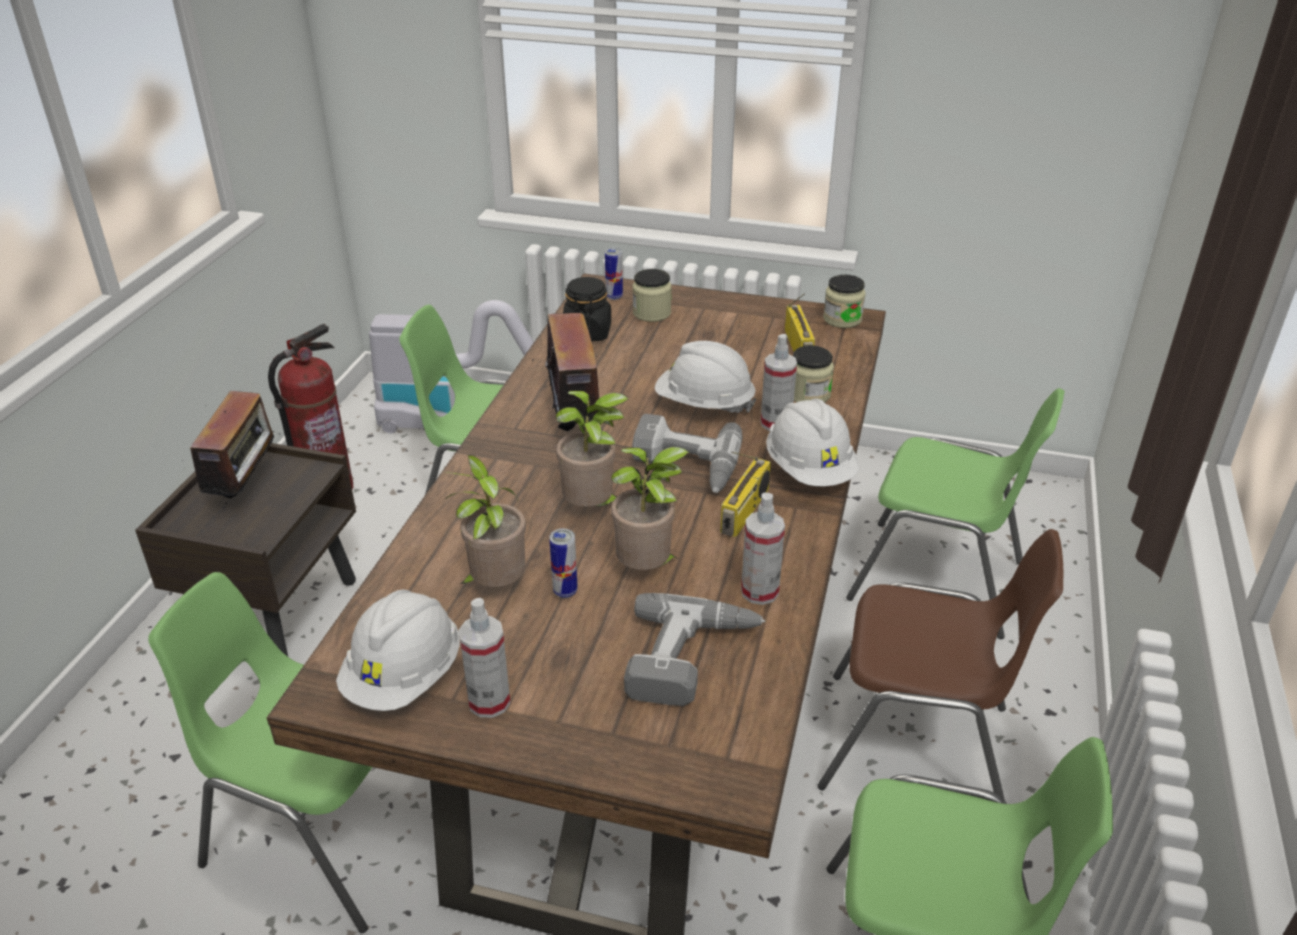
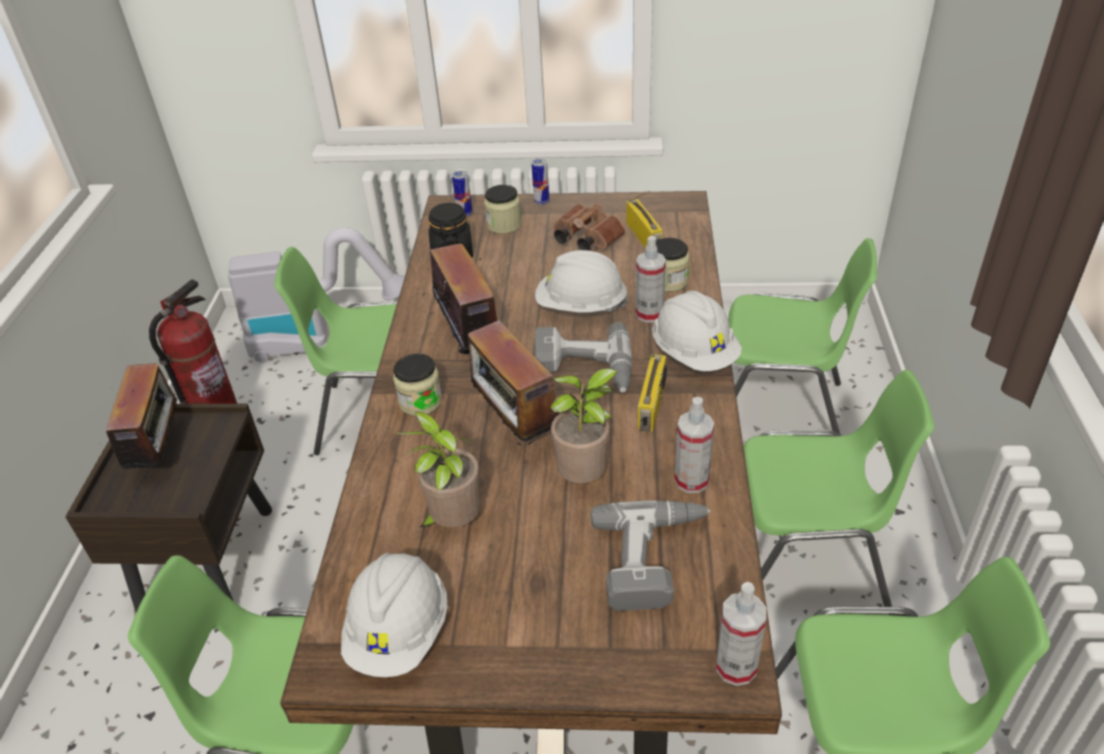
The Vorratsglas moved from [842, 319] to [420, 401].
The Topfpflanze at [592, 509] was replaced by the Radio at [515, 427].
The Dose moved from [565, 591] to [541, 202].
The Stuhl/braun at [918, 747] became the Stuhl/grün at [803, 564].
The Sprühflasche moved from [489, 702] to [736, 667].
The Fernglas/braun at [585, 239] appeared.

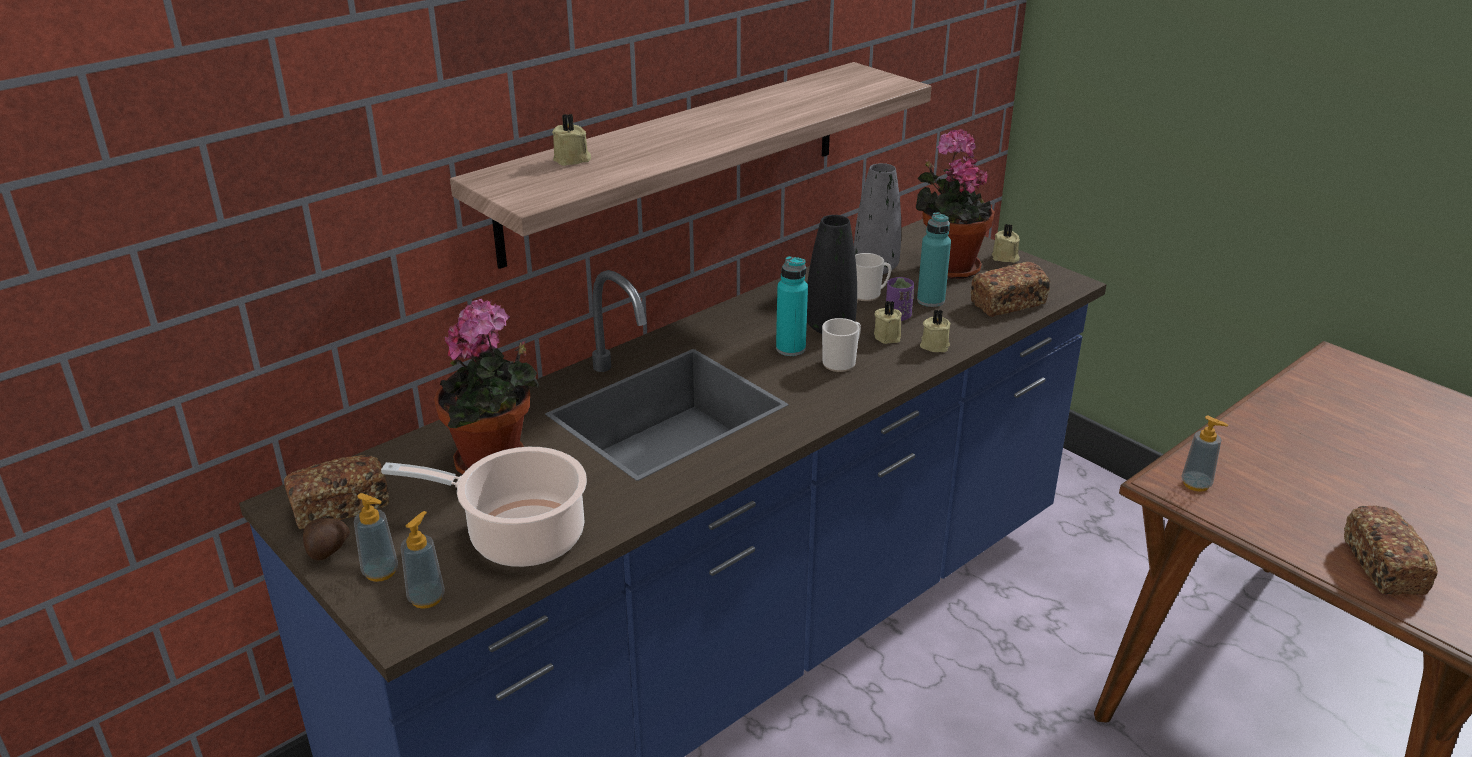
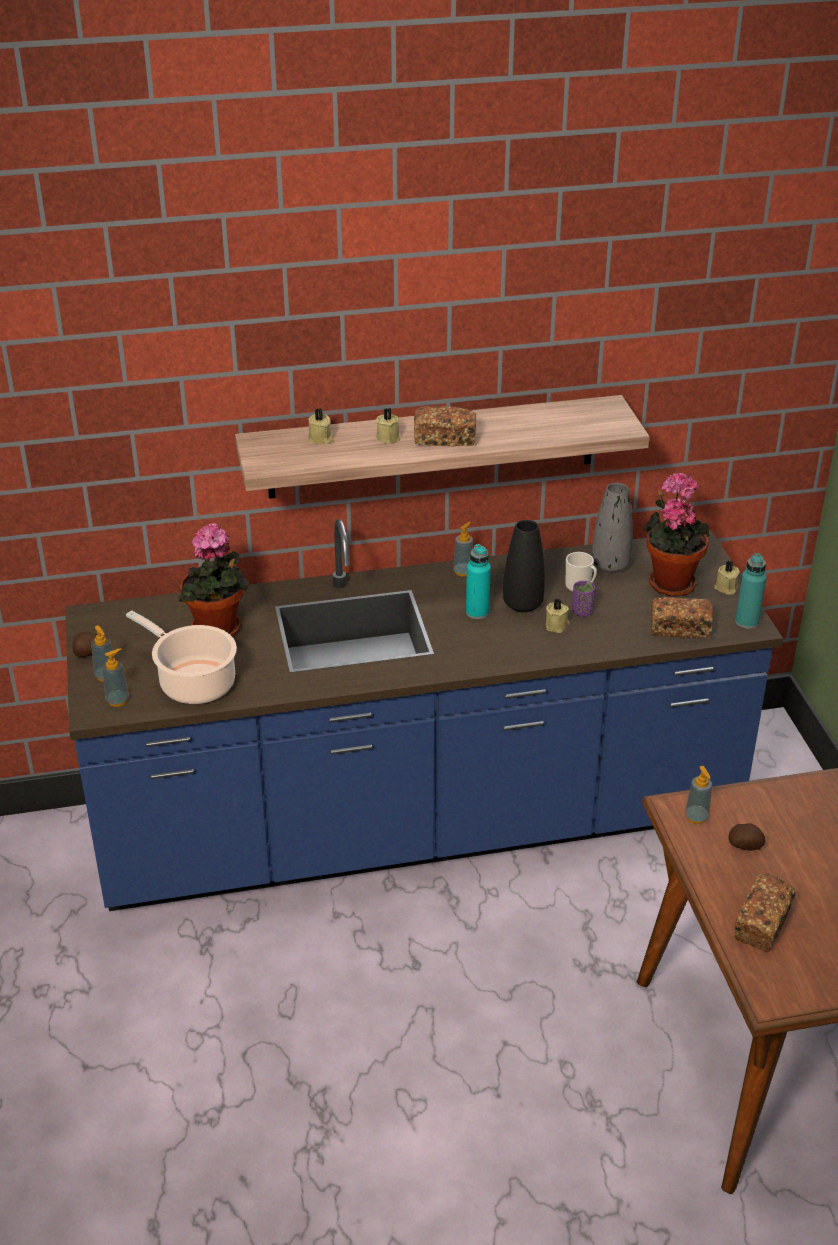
The Flasche/türkis moved from [930, 300] to [746, 622].
The Kerze/beige moved from [934, 345] to [388, 437].
The Henkelbecher at [842, 362] disappeared.
The Brot moved from [340, 506] to [445, 438].
The Seifenspender at [463, 571] appeared.
The Kartoffel at [745, 846] appeared.

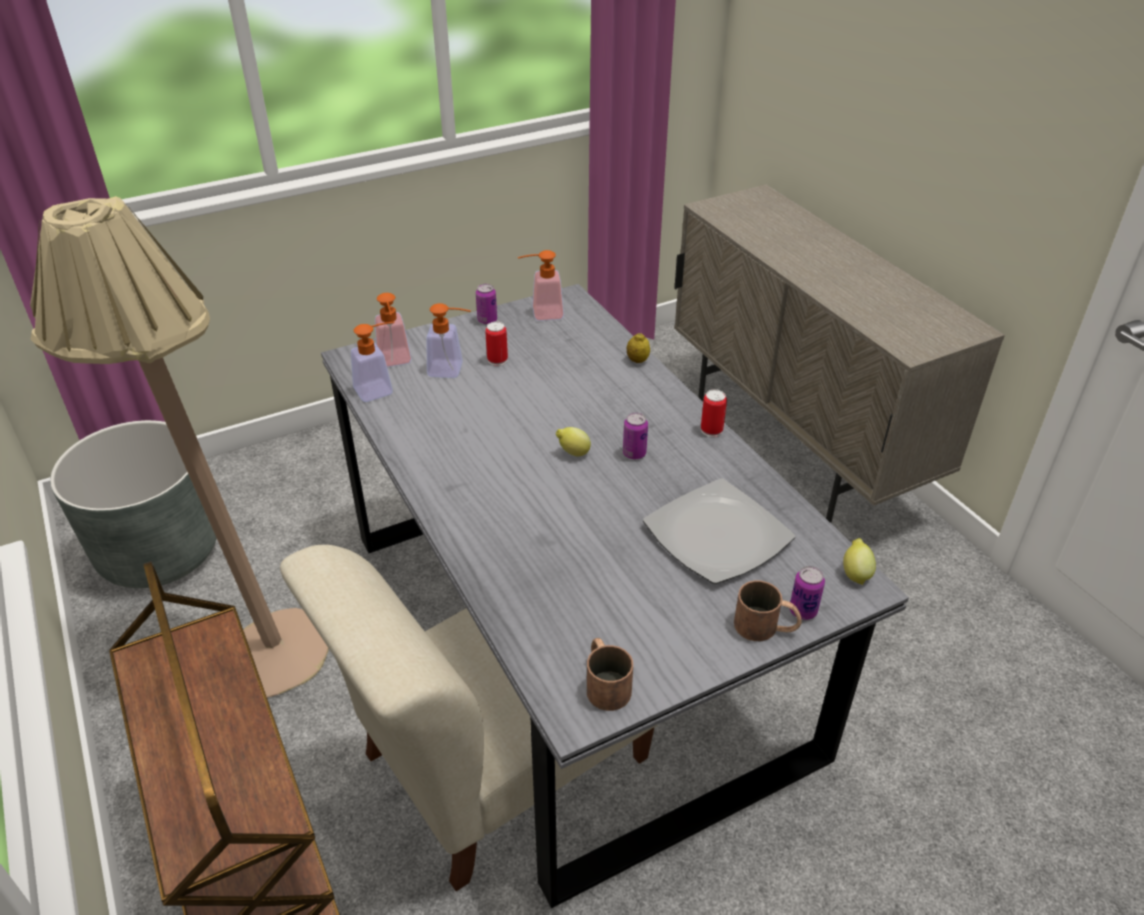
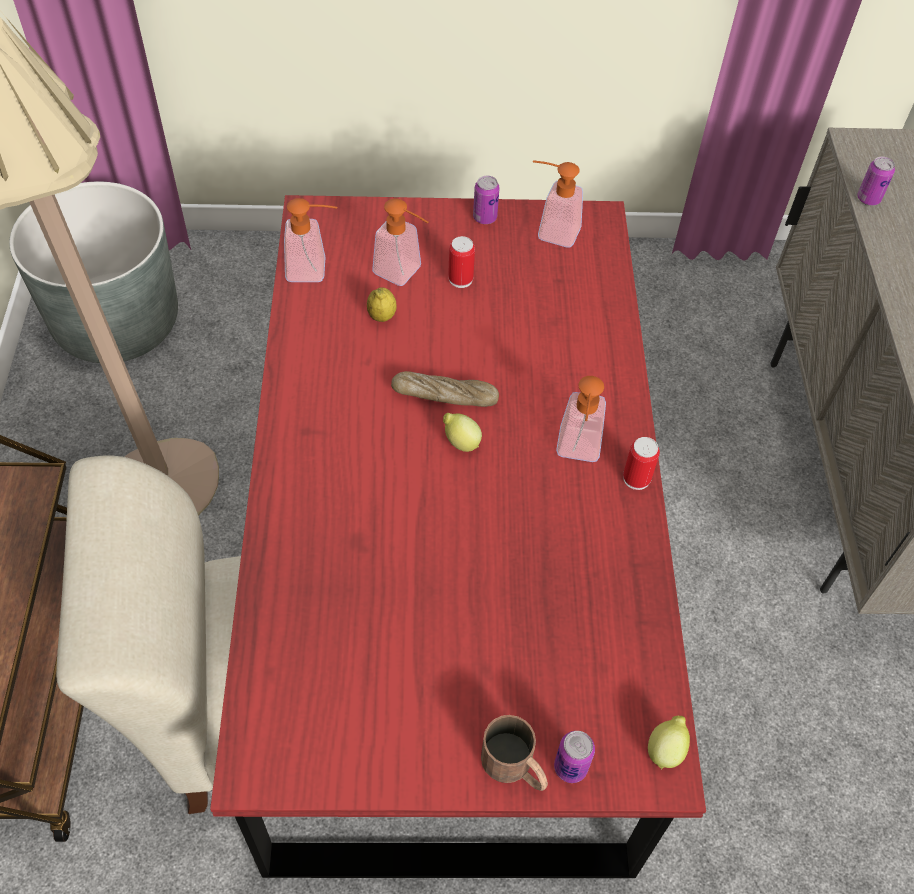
The Esstisch/grau at [569, 639] became the Esstisch/rot at [445, 601].
The Seifenspender moved from [395, 362] to [577, 452].
The Zitrone moved from [637, 360] to [382, 316].
The Dose moved from [634, 453] to [868, 199].
The Teller at [717, 534] disappeared.
The Henkelbecher/braun at [604, 682] disappeared.
The Brot at [444, 395] appeared.

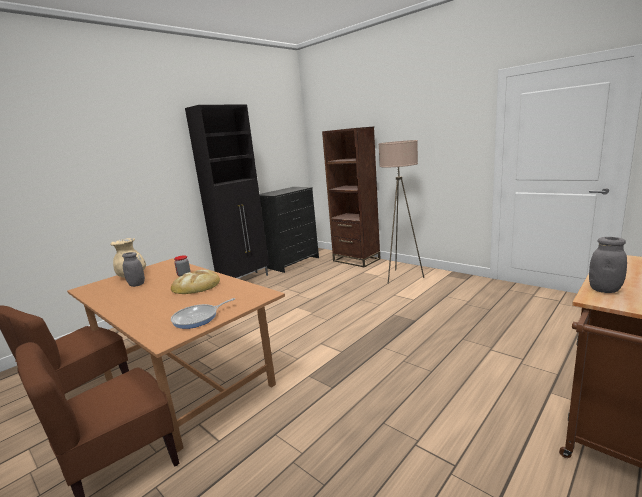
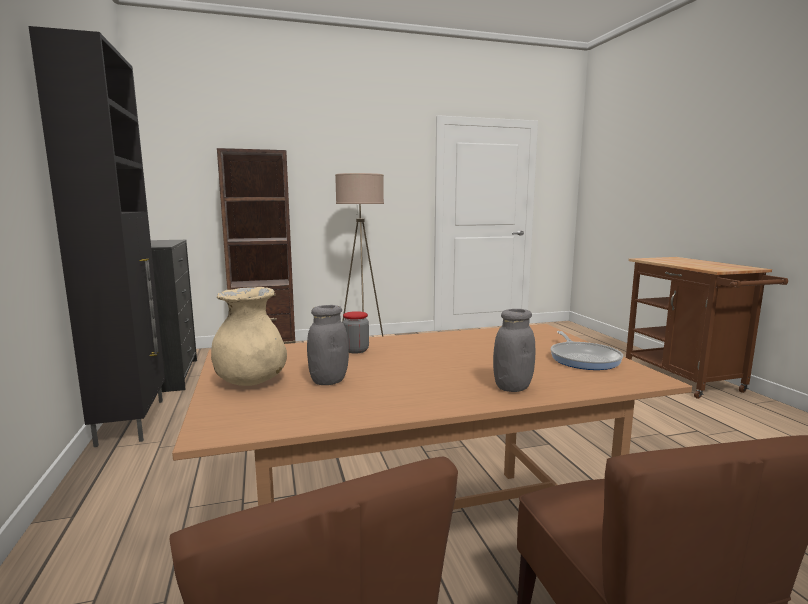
The Vorratsglas/grau moved from [604, 289] to [512, 387].
The Brot at [196, 286] disappeared.

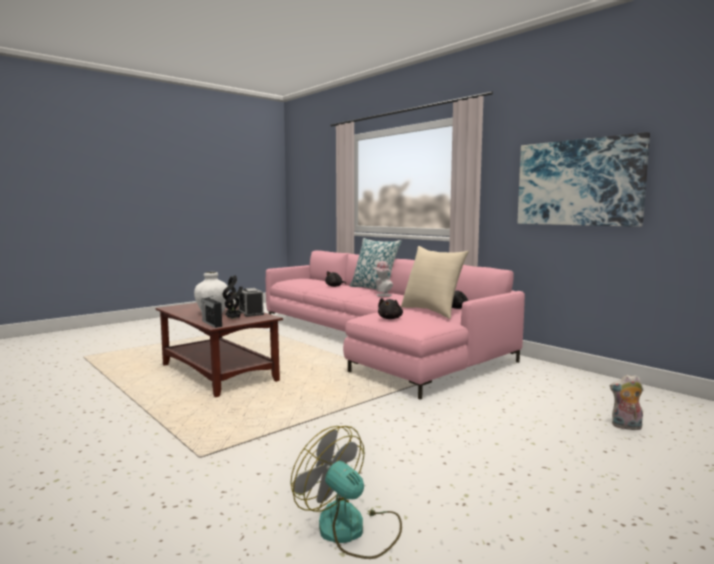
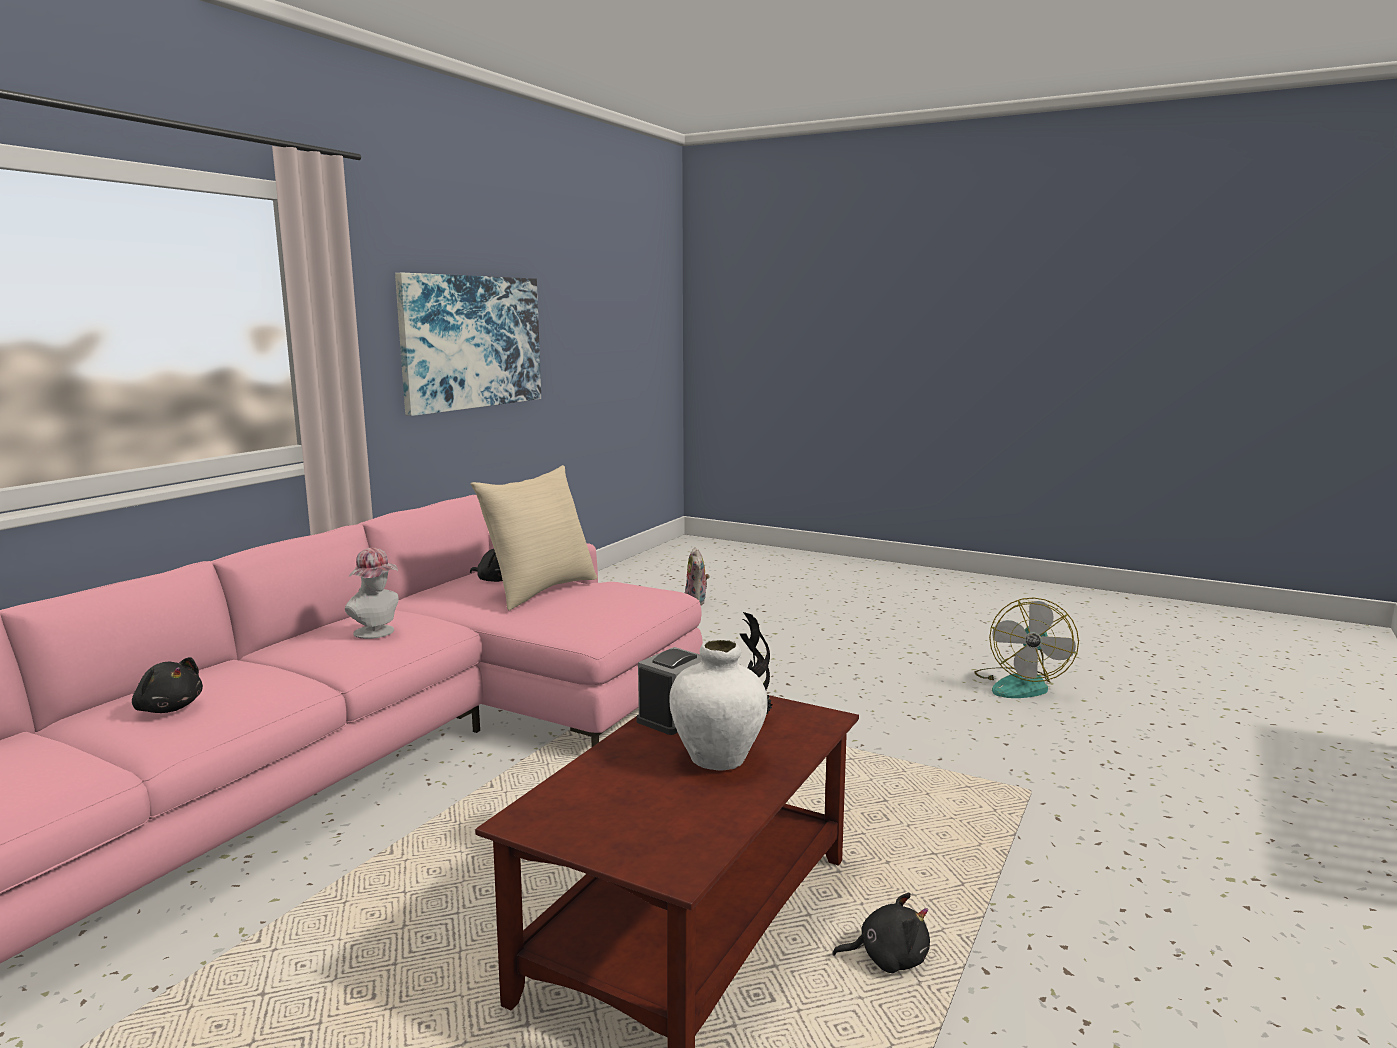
The Kissen at [374, 289] disappeared.
The Radio at [212, 323] disappeared.
The Plüschtier/schwarz moved from [390, 318] to [887, 958].

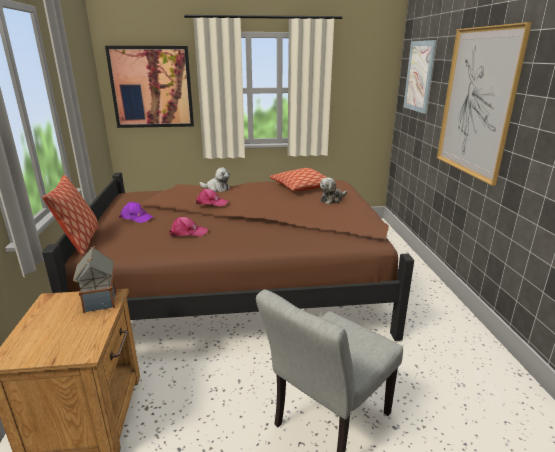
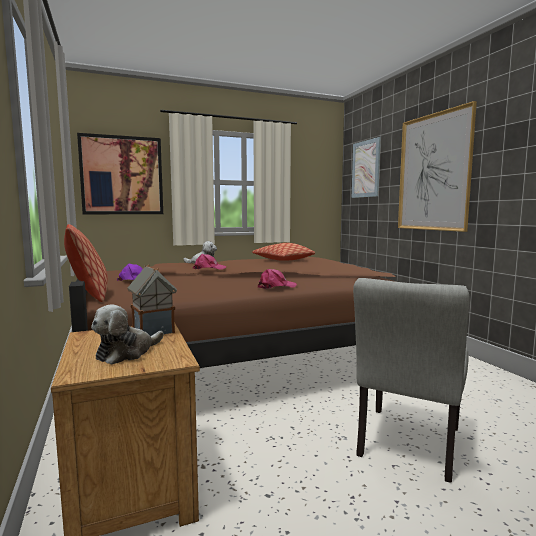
The Plüschtier moved from [332, 199] to [127, 353].
The Kappe/rosa moved from [188, 233] to [276, 286].

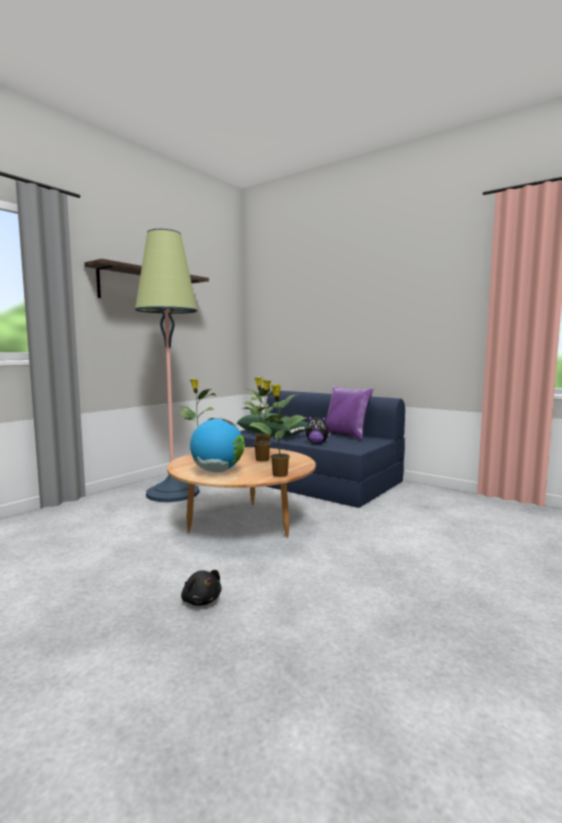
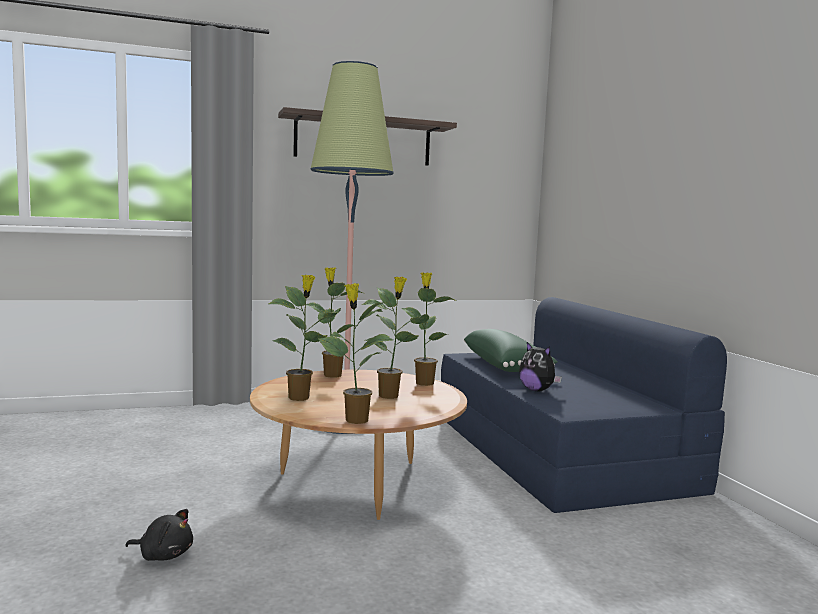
The Kissen/lila at [346, 436] disappeared.
The Globus at [217, 471] was replaced by the Topfpflanze at [300, 398].
The Plüschtier/schwarz at [201, 600] turned 75 degrees counterclockwise.

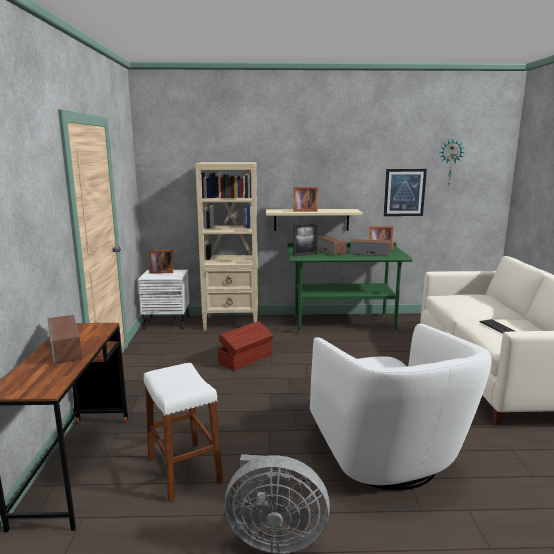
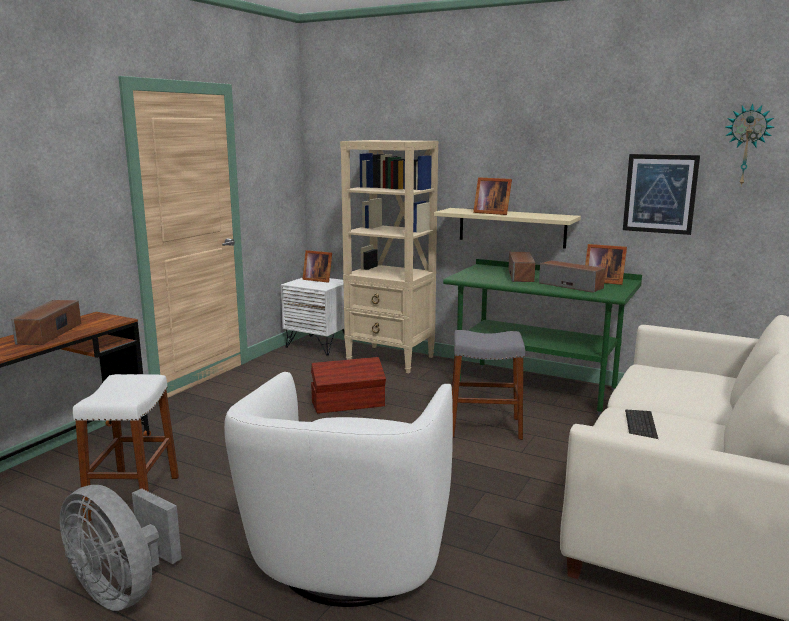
The Bilderrahmen at [305, 255] disappeared.
The Hocker/grau at [484, 427] appeared.

